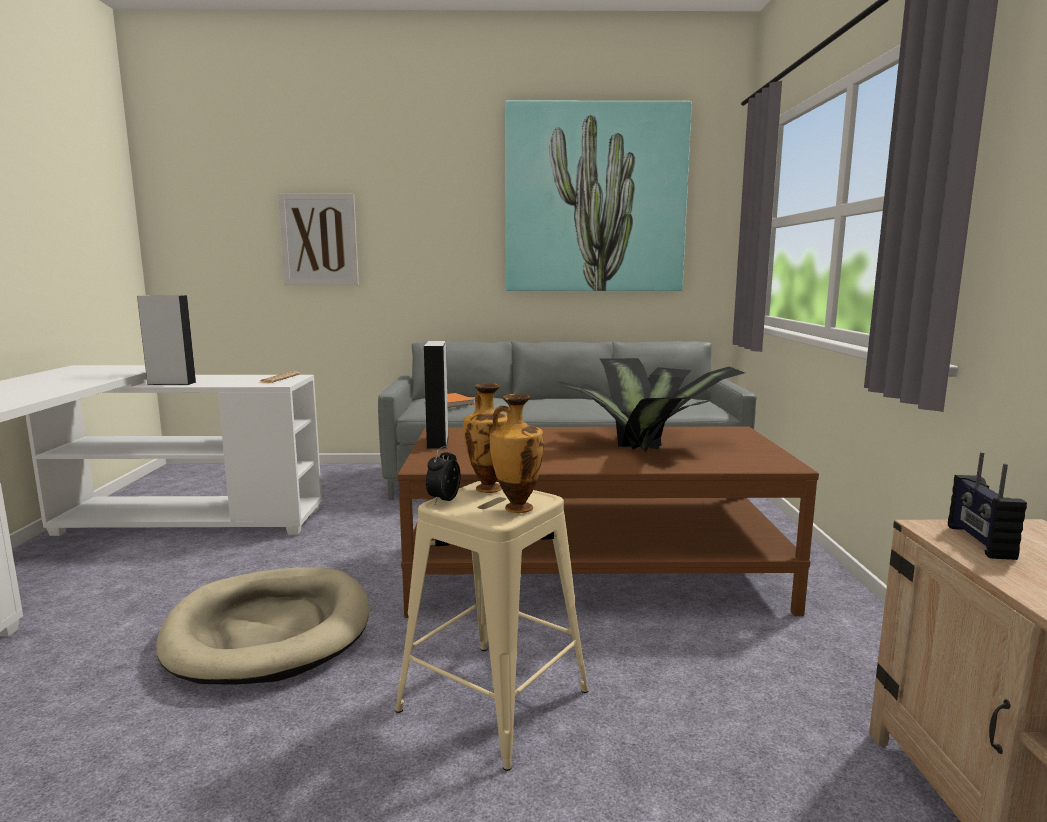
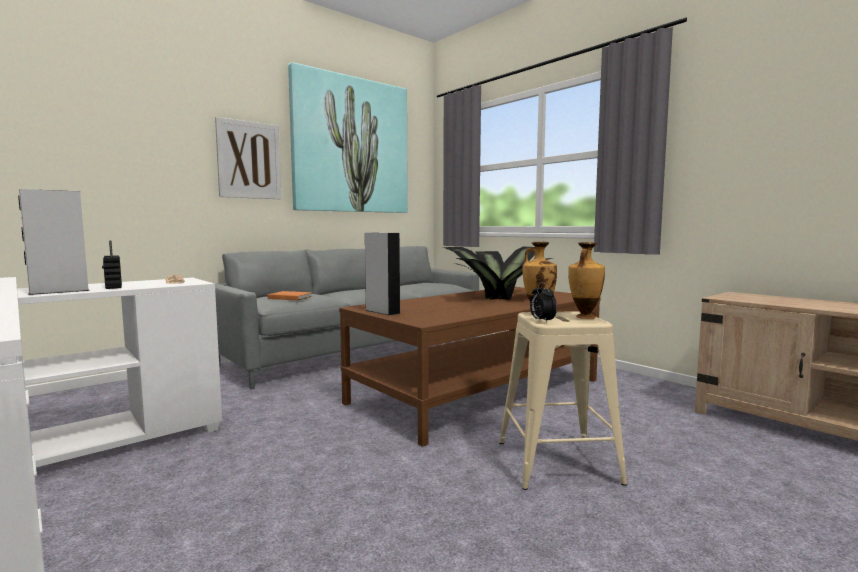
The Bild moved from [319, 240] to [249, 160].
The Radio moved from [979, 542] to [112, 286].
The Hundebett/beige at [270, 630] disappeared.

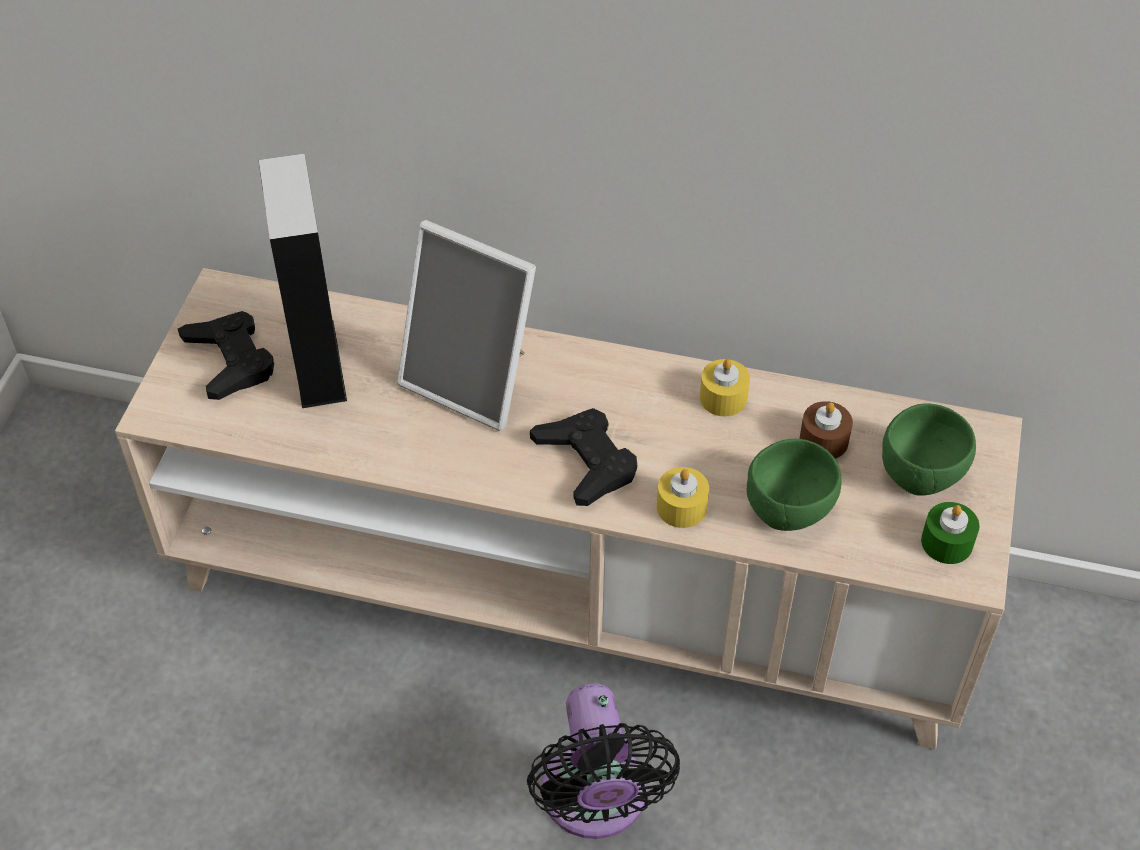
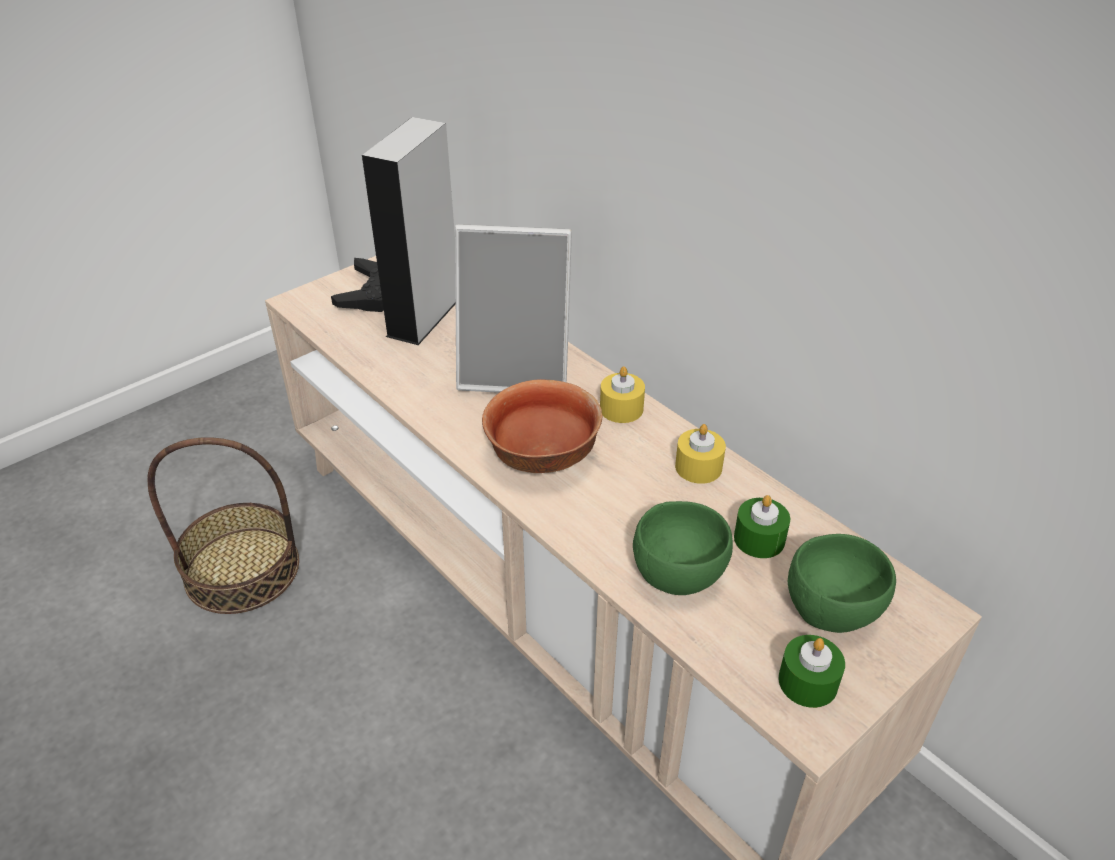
The Bilderrahmen at [474, 380] turned 60 degrees counterclockwise.
The Kerze/braun at [823, 440] became the Kerze/grün at [759, 539].
The Gamepad/schwarz at [586, 462] was replaced by the Schüssel at [543, 459].
The Kerze/gelb moved from [681, 507] to [621, 408].
The Ventilator/schwarz at [596, 802] disappeared.
The Korb at [242, 569] appeared.

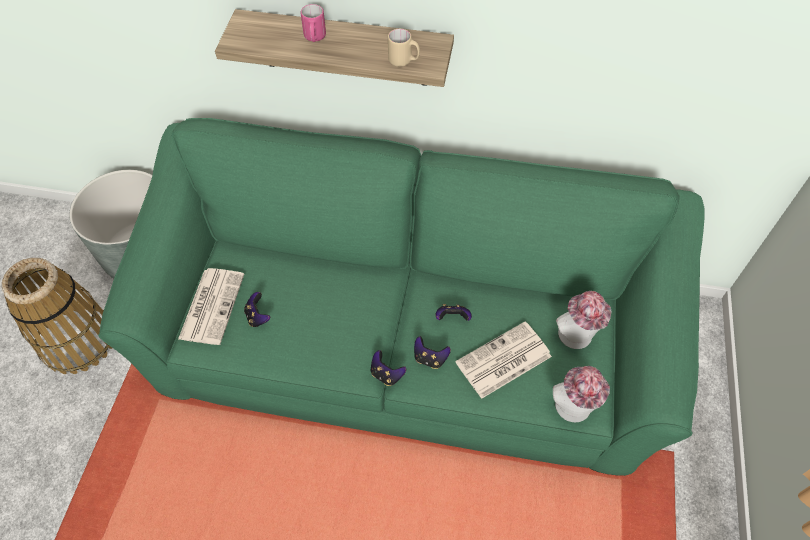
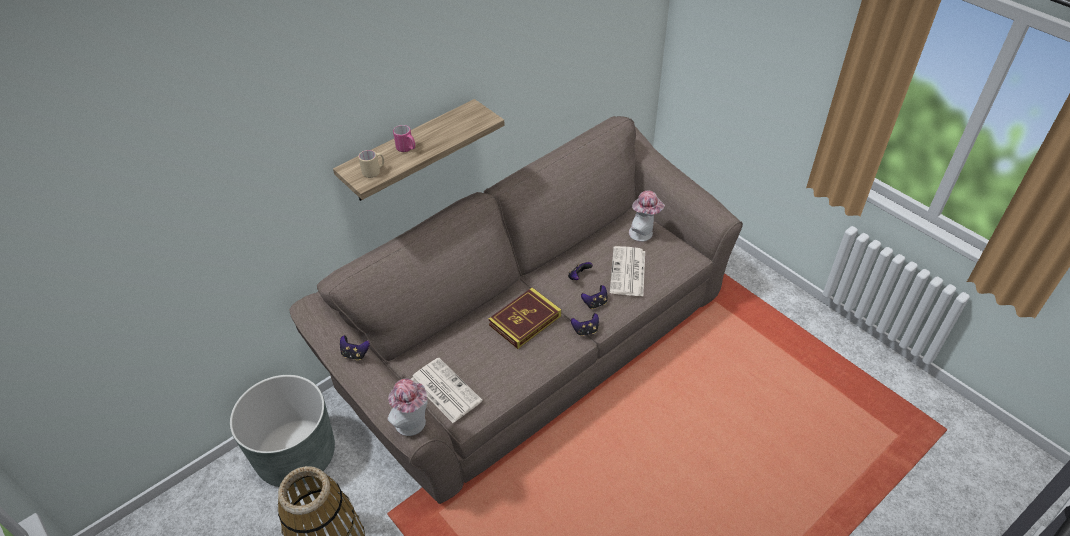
The Henkelbecher/beige moved from [404, 61] to [374, 172].
The Sofa/grün at [405, 344] became the Sofa/braun at [536, 344].
The Gamepad moved from [258, 316] to [355, 354].
The Hut moved from [573, 410] to [413, 425].
The Buch at [525, 320] appeared.

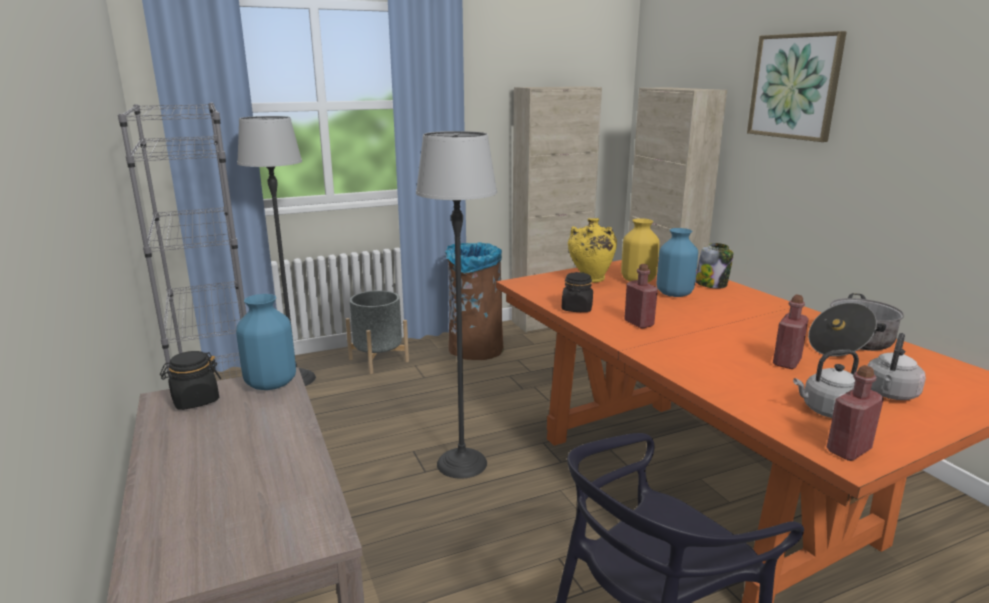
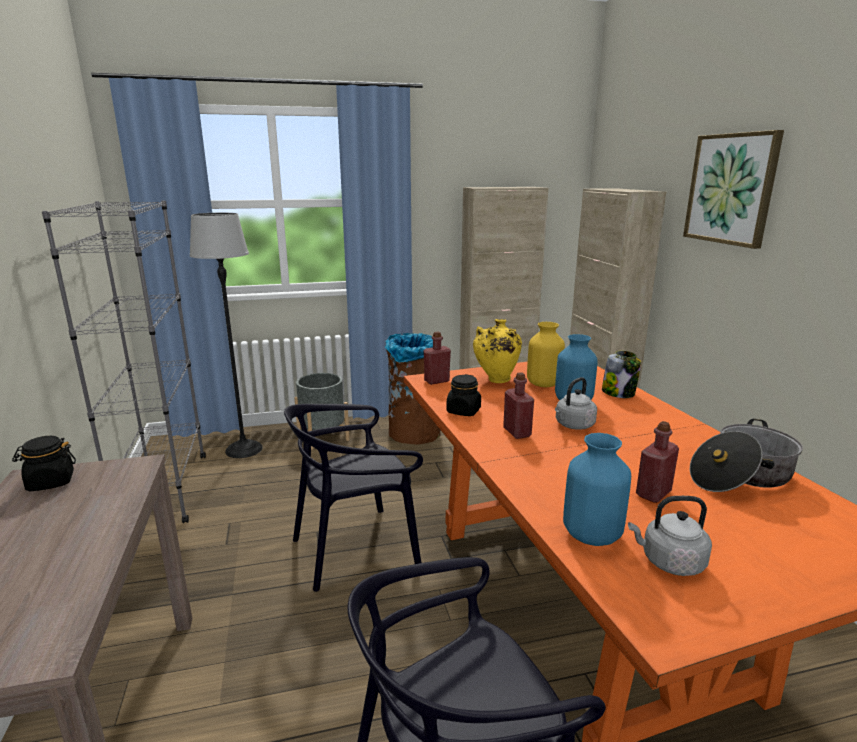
The Stehlampe at [461, 463] was replaced by the Stuhl/schwarz at [356, 549].
The Vase/blau moved from [270, 383] to [590, 534].
The Wasserkessel/grau moved from [890, 394] to [573, 425].
The Flasche/rot moved from [848, 450] to [436, 381].

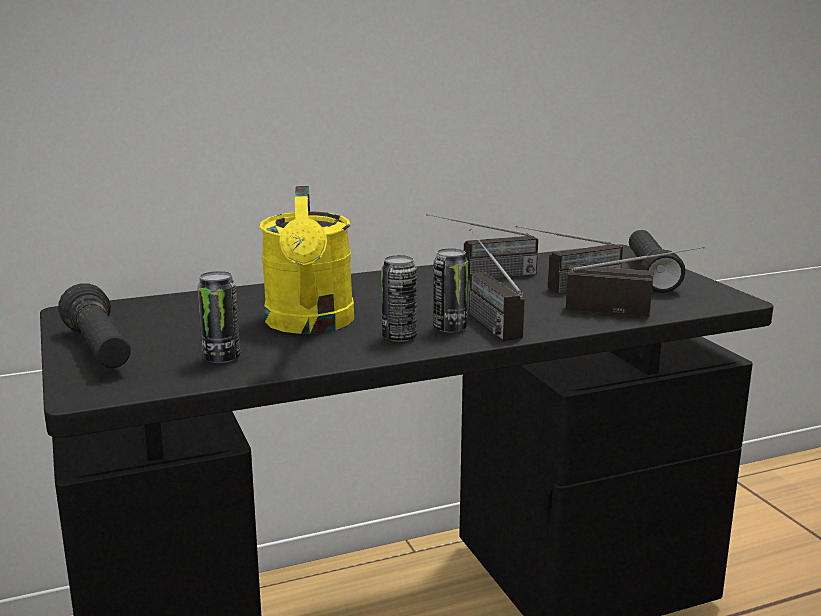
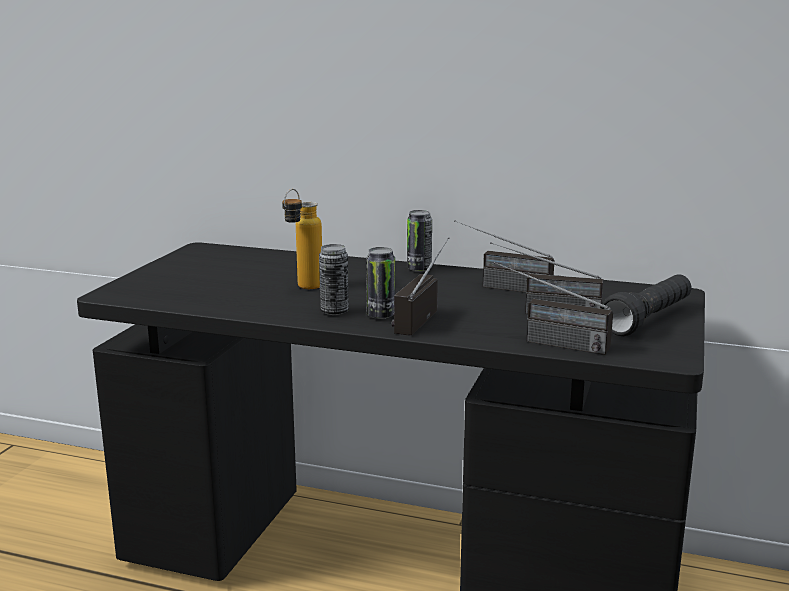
The Gießkanne/gelb at [310, 324] was replaced by the Flasche at [303, 289].
The Radio at [630, 312] turned 150 degrees clockwise.
The Dose moved from [221, 358] to [419, 269].
The Taschenlampe/schwarz at [99, 350] disappeared.

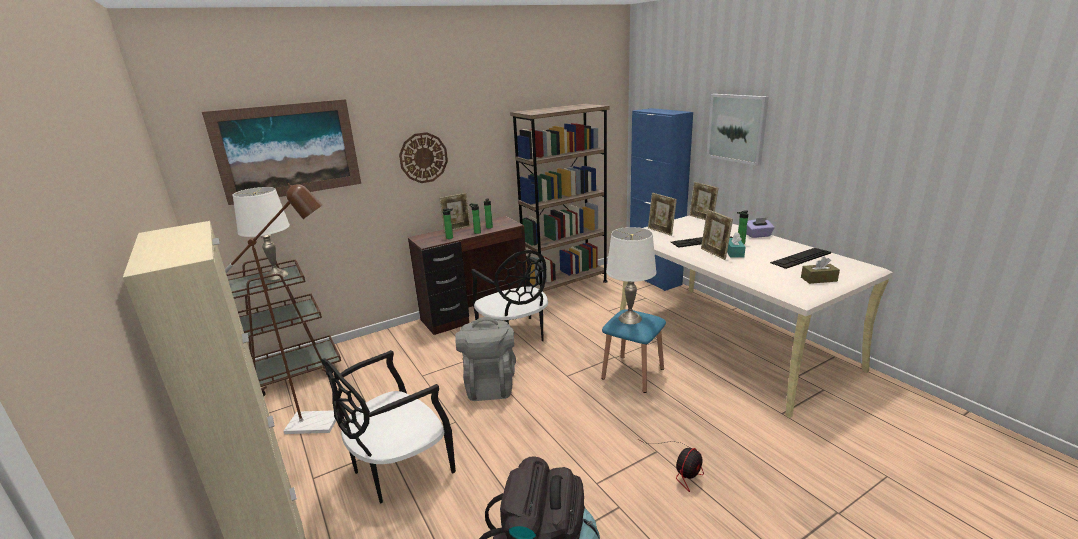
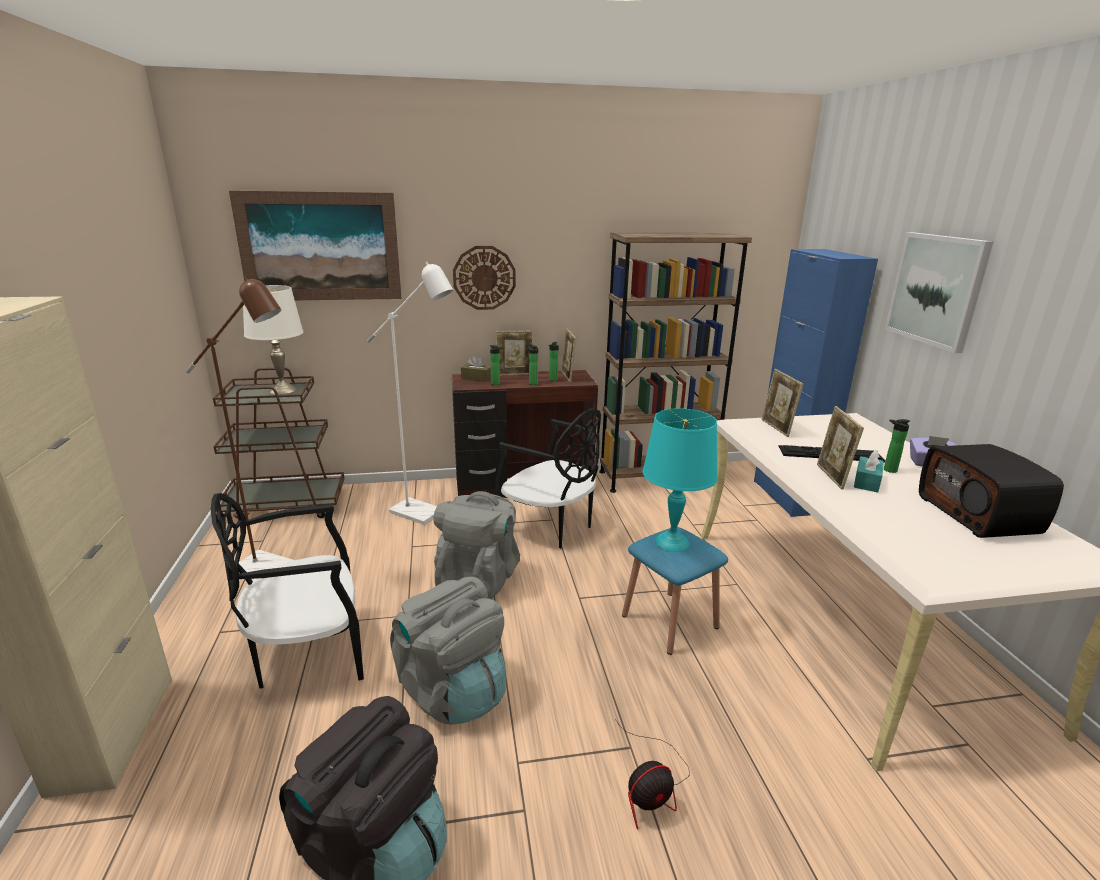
The Bilderrahmen moved from [702, 218] to [567, 376].
The Tischlampe/weiß at [629, 318] became the Tischlampe/türkis at [671, 542].
The Tastatur at [800, 258] was replaced by the Radio at [979, 515].
The Stuhl/schwarz at [515, 336] turned 45 degrees counterclockwise.
The Taschentuchbox/braun moved from [819, 279] to [476, 378].
The Stehlampe/weiß at [423, 514] appeared.
The Rucksack/grau at [453, 691] appeared.

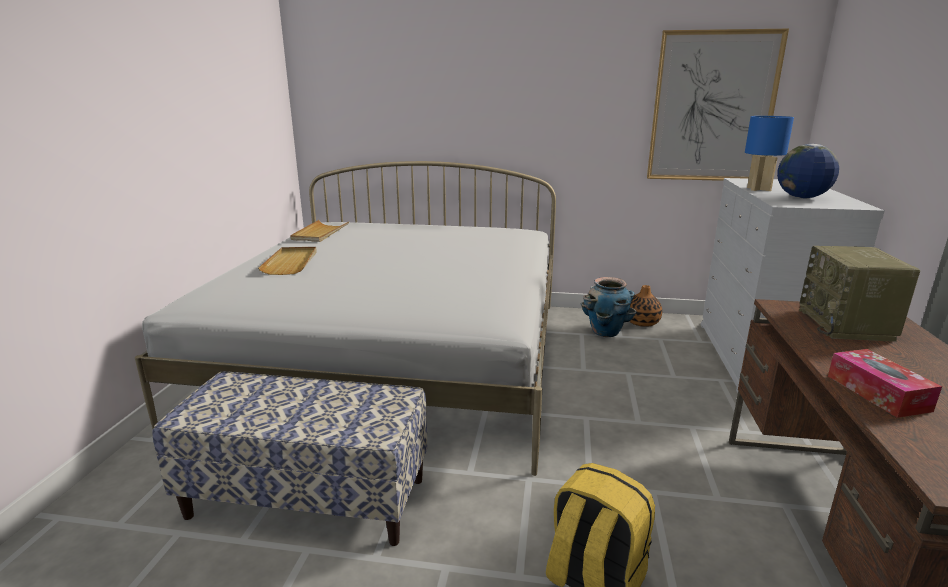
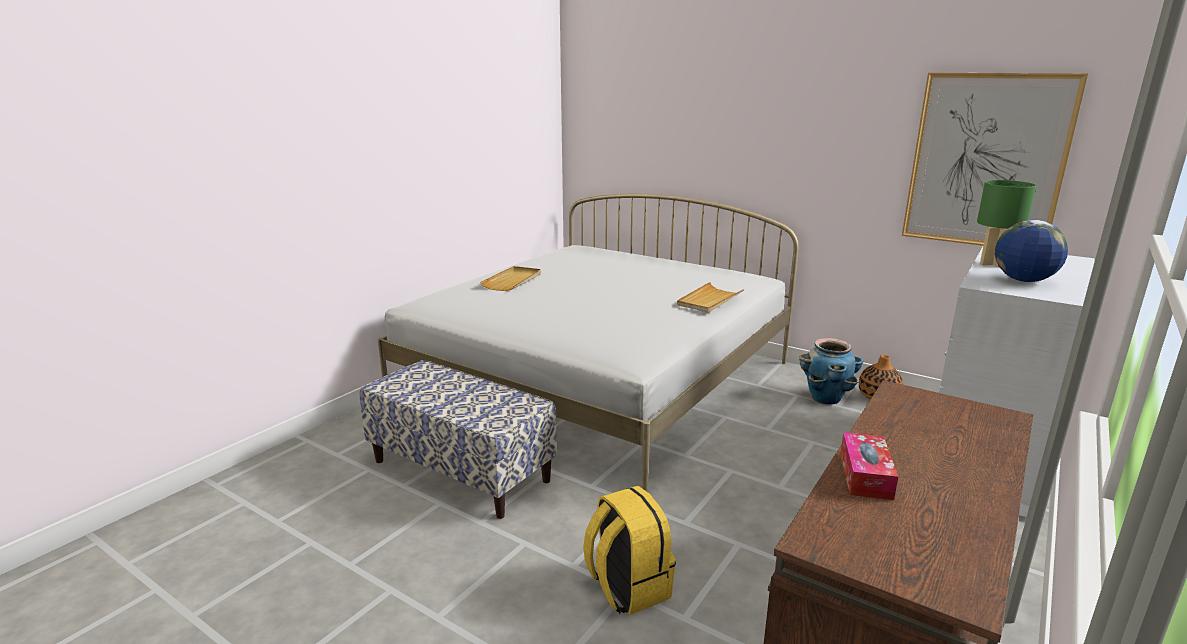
The Tischlampe/blau at [758, 189] became the Tischlampe/grün at [992, 264].
The Tablett/beige moved from [320, 233] to [709, 300].
The Radio at [847, 325] disappeared.

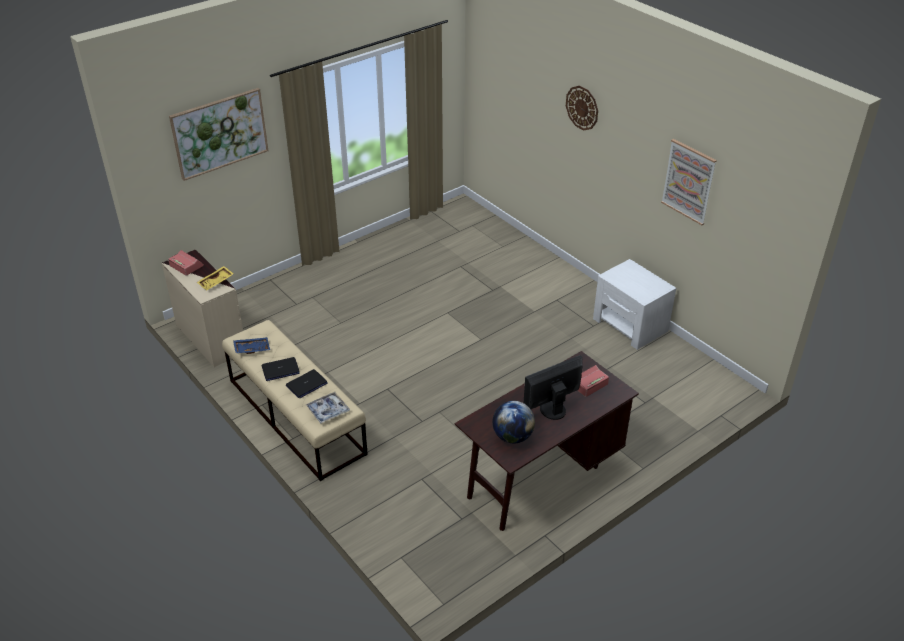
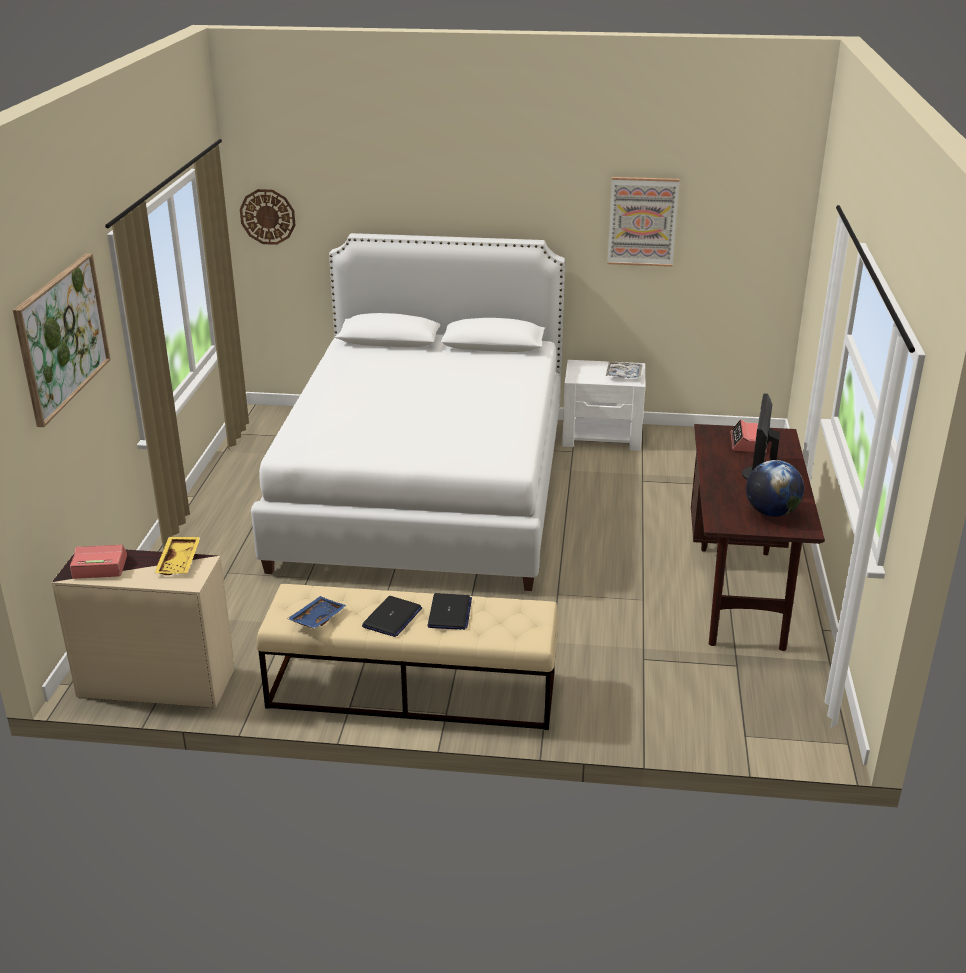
The Wanduhr moved from [582, 107] to [267, 216].
The Tablett moved from [328, 411] to [624, 374].
The Bett/weiß at [425, 489] appeared.

